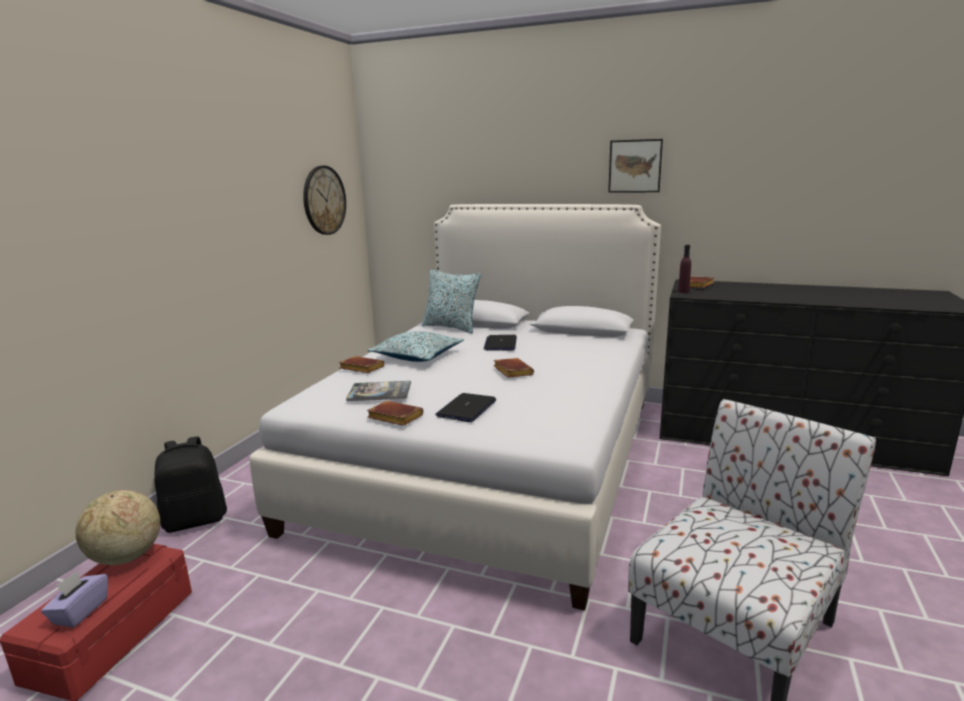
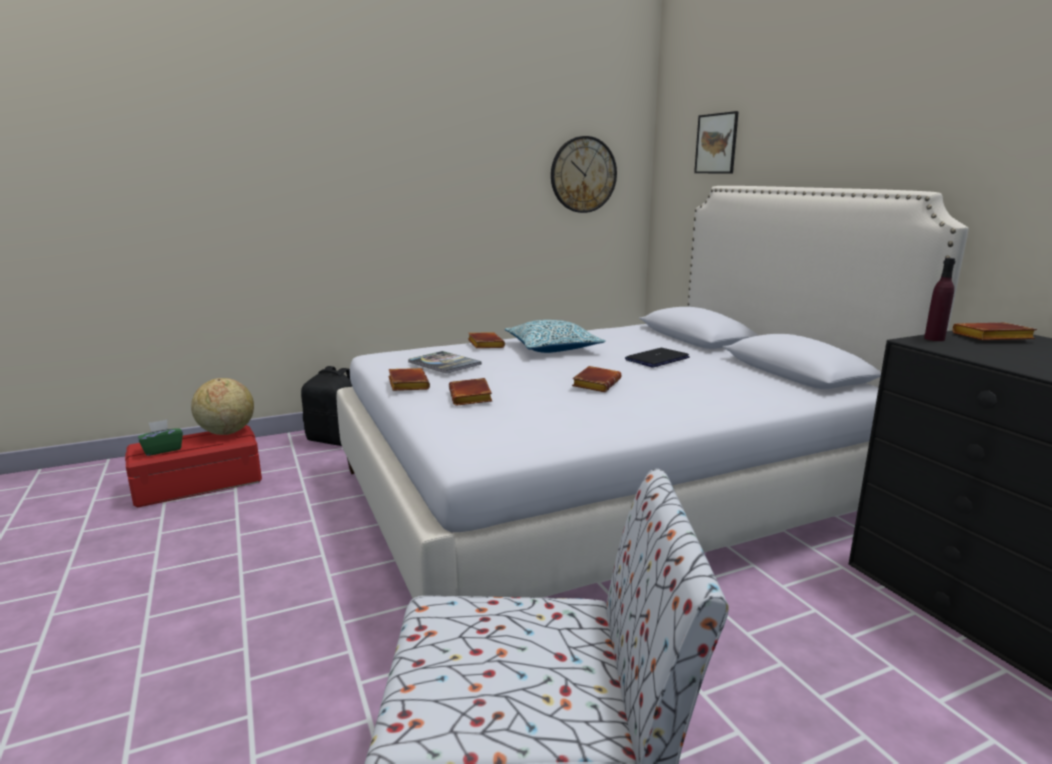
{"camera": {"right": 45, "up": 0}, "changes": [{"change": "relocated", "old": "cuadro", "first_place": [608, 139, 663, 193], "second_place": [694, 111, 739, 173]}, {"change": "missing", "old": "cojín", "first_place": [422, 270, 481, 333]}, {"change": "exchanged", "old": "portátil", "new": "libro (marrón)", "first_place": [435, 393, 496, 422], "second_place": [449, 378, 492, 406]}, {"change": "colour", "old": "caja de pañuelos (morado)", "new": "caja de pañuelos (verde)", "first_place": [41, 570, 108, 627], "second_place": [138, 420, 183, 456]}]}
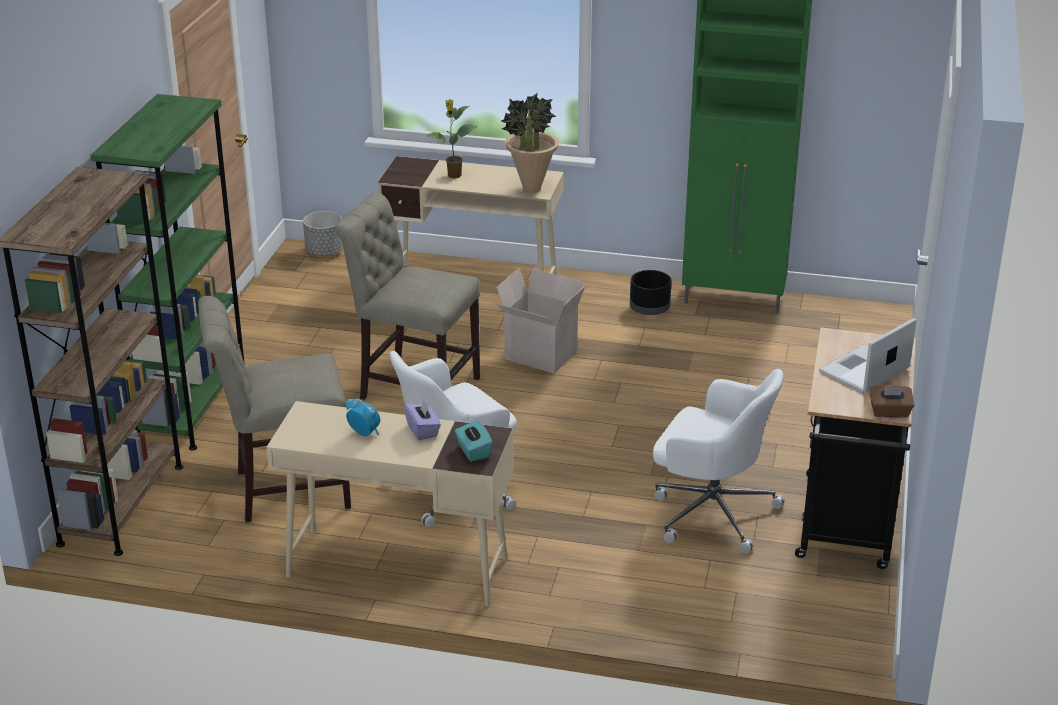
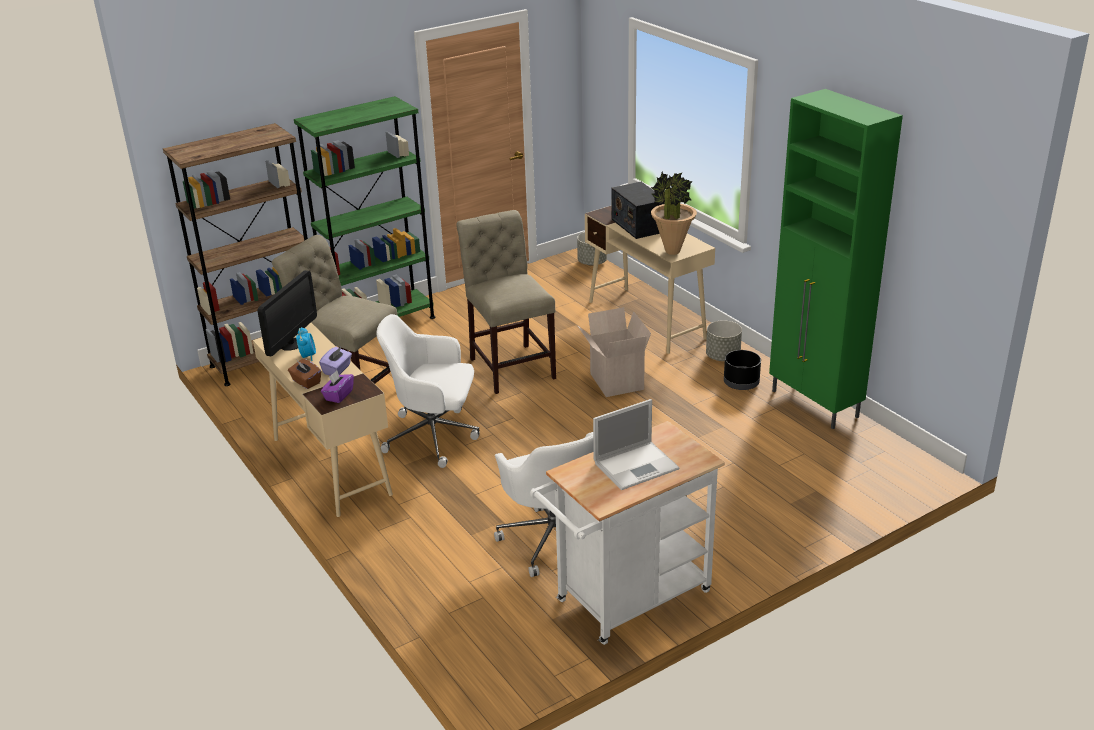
{"camera": {"right": 45, "up": 0}, "changes": [{"change": "exchanged", "old": "planta en maceta", "new": "radio", "first_place": [426, 99, 478, 178], "second_place": [612, 182, 665, 239]}, {"change": "spun", "old": "portátil", "first_place": [819, 318, 916, 394], "second_place": [593, 399, 679, 490], "degrees": 150}, {"change": "colour", "old": "carrito (negro)", "new": "carrito (blanco)", "first_place": [795, 327, 916, 569], "second_place": [530, 421, 725, 645]}, {"change": "relocated", "old": "caja de pañuelos (marrón)", "first_place": [869, 385, 914, 418], "second_place": [288, 359, 321, 389]}, {"change": "colour", "old": "caja de pañuelos (turquesa)", "new": "caja de pañuelos (morado)", "first_place": [455, 420, 493, 462], "second_place": [321, 370, 354, 403]}, {"change": "appeared", "new": "monitor", "second_place": [258, 270, 317, 356]}, {"change": "appeared", "new": "maceta (gris)", "second_place": [706, 320, 742, 361]}]}
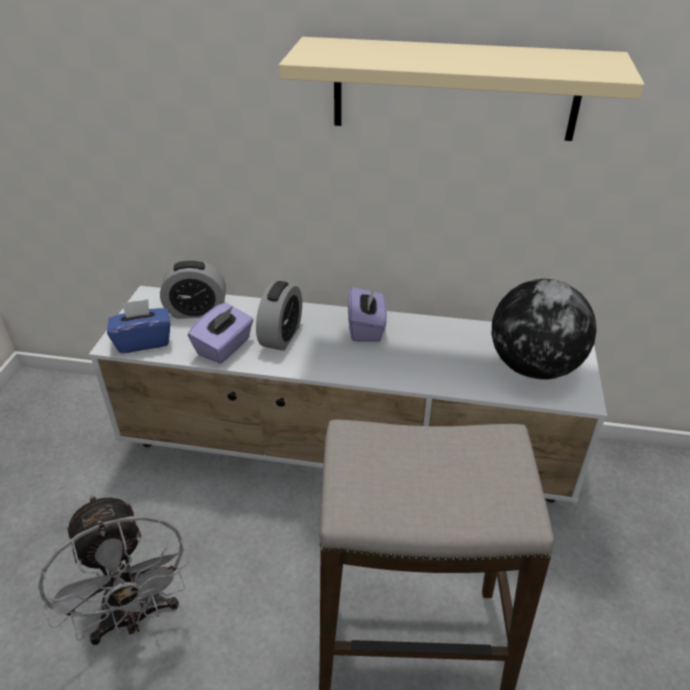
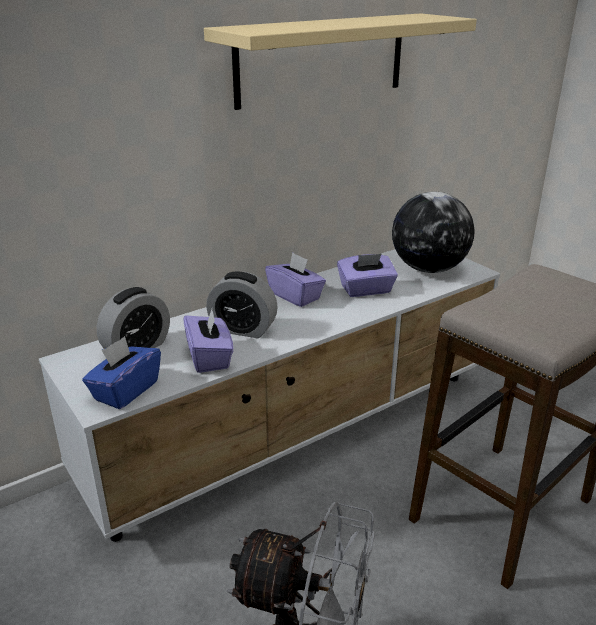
{"camera": {"right": -45, "up": -10}, "changes": [{"change": "spun", "old": "despertador", "first_place": [256, 281, 302, 351], "second_place": [206, 271, 278, 338], "degrees": 135}, {"change": "appeared", "new": "caja de pañuelos (morado)", "second_place": [337, 254, 398, 297]}]}
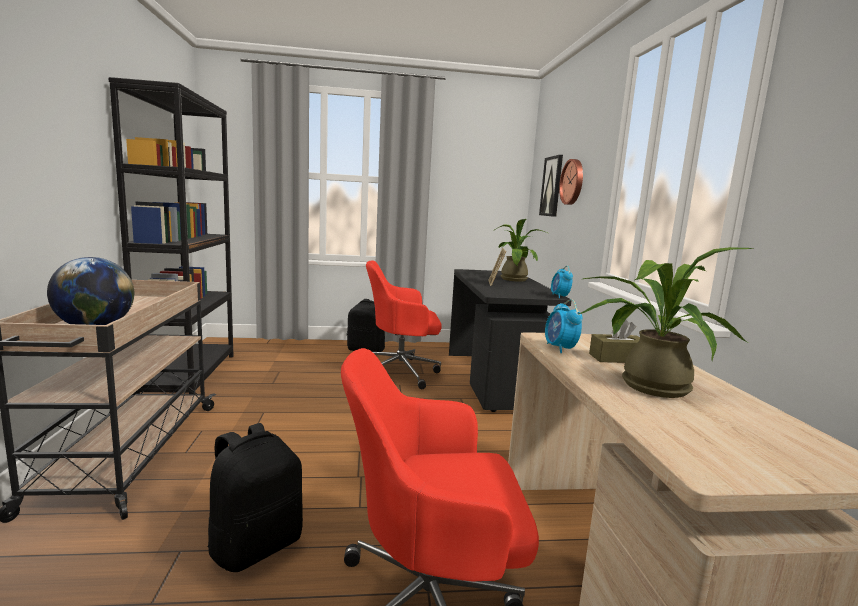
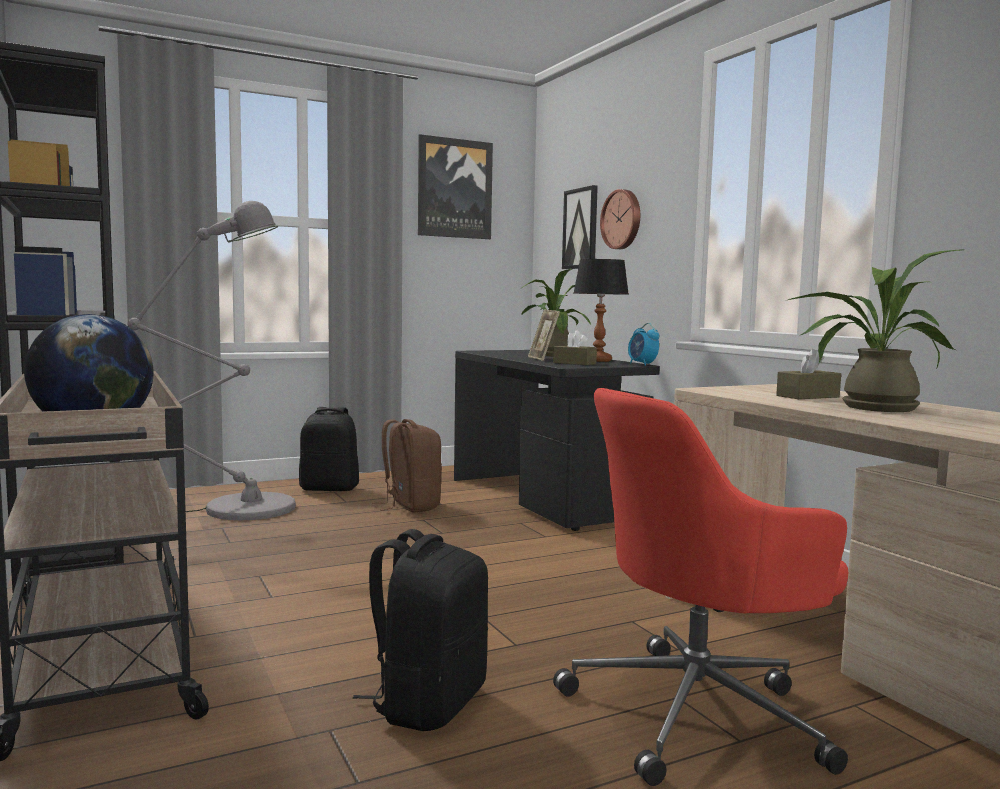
{"camera": {"right": -20, "up": -5}, "changes": [{"change": "exchanged", "old": "silla de oficina (rojo)", "new": "mochila (marrón)", "first_place": [366, 261, 442, 389], "second_place": [372, 419, 442, 513]}, {"change": "missing", "old": "despertador", "first_place": [545, 299, 583, 353]}, {"change": "appeared", "new": "cuadro", "second_place": [418, 134, 493, 239]}, {"change": "appeared", "new": "lámpara de pie (gris)", "second_place": [127, 201, 296, 520]}, {"change": "appeared", "new": "lámpara de mesa", "second_place": [574, 259, 628, 362]}, {"change": "appeared", "new": "caja de pañuelos (marrón)", "second_place": [553, 330, 597, 365]}]}
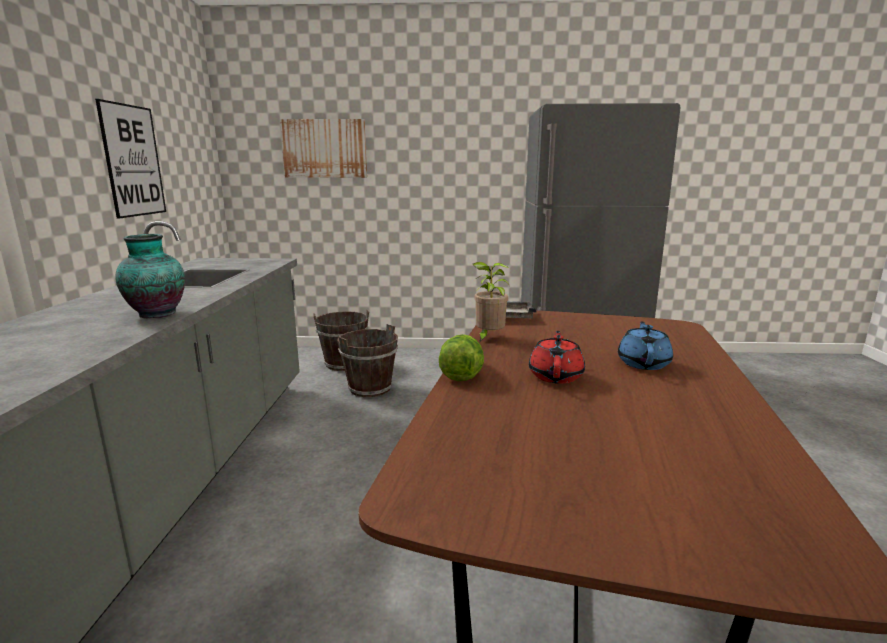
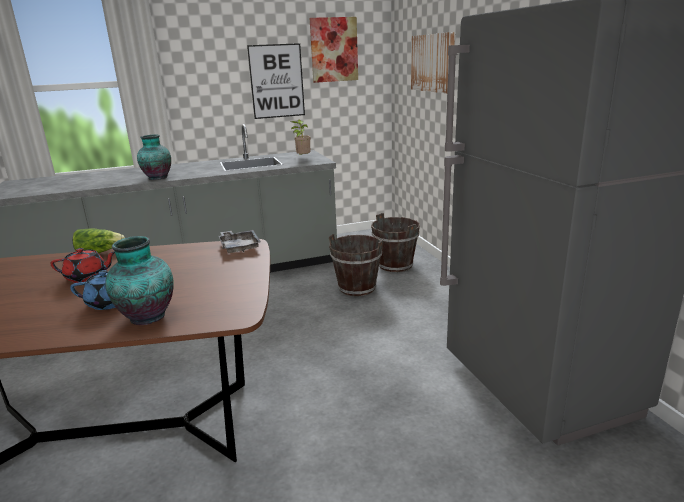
{"camera": {"right": 70, "up": 5}, "changes": [{"change": "relocated", "old": "planta en maceta", "first_place": [473, 262, 509, 342], "second_place": [291, 120, 311, 158]}, {"change": "appeared", "new": "cuadro", "second_place": [310, 17, 358, 83]}, {"change": "appeared", "new": "florero", "second_place": [105, 236, 174, 325]}]}
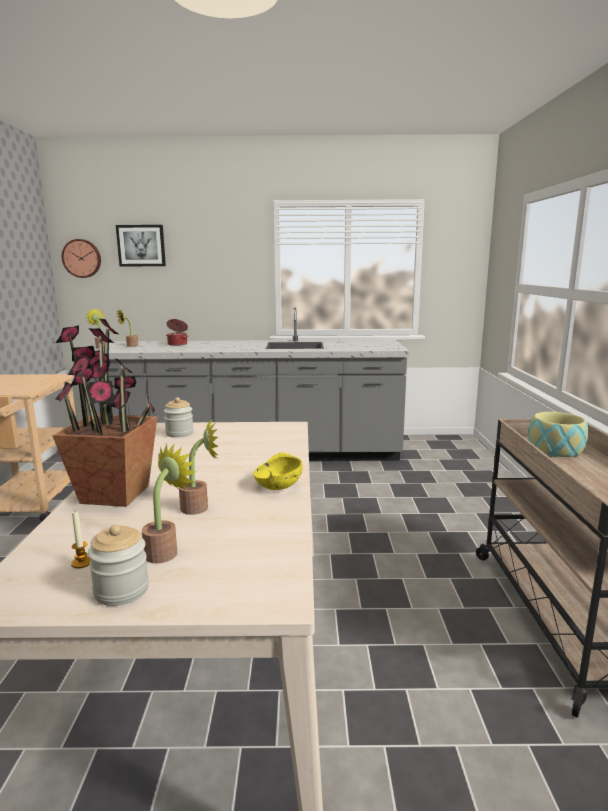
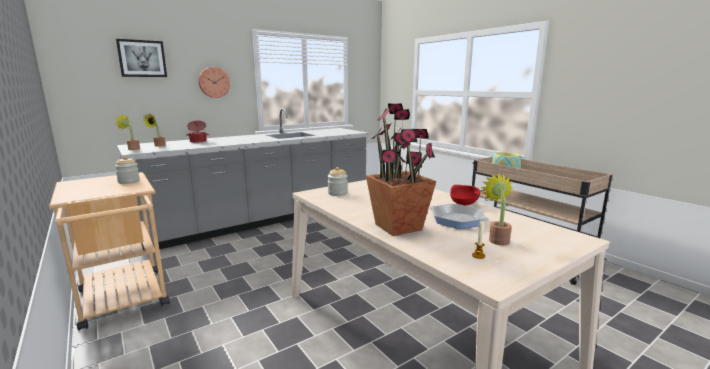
{"camera": {"right": -35, "up": 0}, "changes": [{"change": "relocated", "old": "reloj de pared", "first_place": [62, 239, 101, 278], "second_place": [199, 67, 230, 98]}, {"change": "exchanged", "old": "planta en maceta", "new": "sartén", "first_place": [179, 420, 219, 515], "second_place": [429, 204, 489, 229]}, {"change": "colour", "old": "cuenco (amarillo)", "new": "cuenco (rojo)", "first_place": [253, 453, 302, 490], "second_place": [450, 185, 480, 206]}, {"change": "relocated", "old": "tarro", "first_place": [88, 525, 149, 606], "second_place": [115, 156, 140, 184]}]}
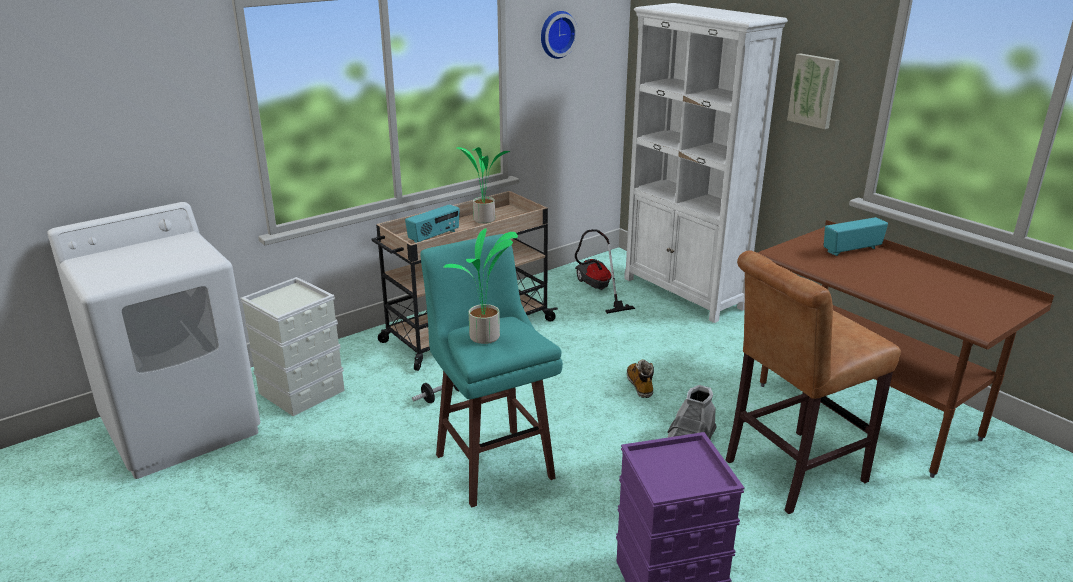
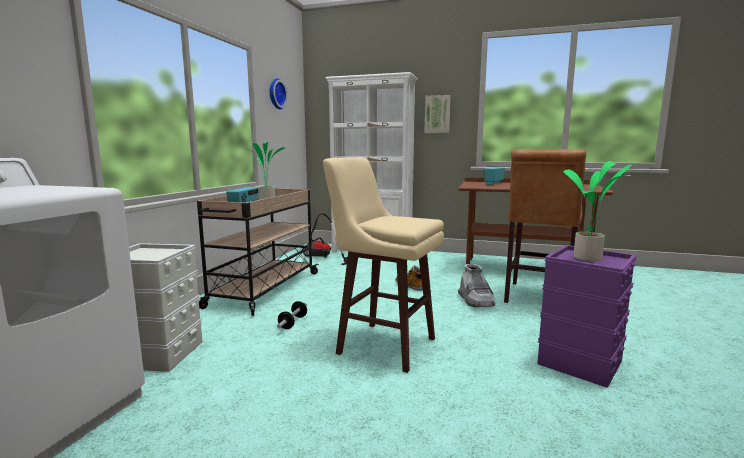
{"camera": {"right": -35, "up": -15}, "changes": [{"change": "relocated", "old": "planta en maceta", "first_place": [443, 228, 518, 344], "second_place": [564, 161, 632, 262]}, {"change": "colour", "old": "taburete (turquesa)", "new": "taburete (beis)", "first_place": [420, 234, 563, 507], "second_place": [323, 157, 444, 373]}]}
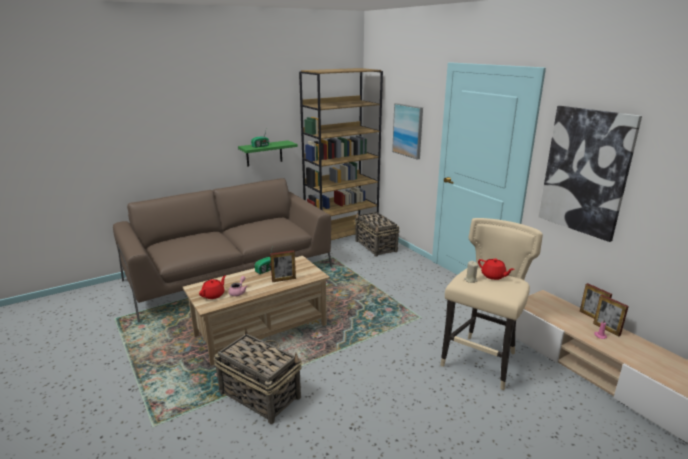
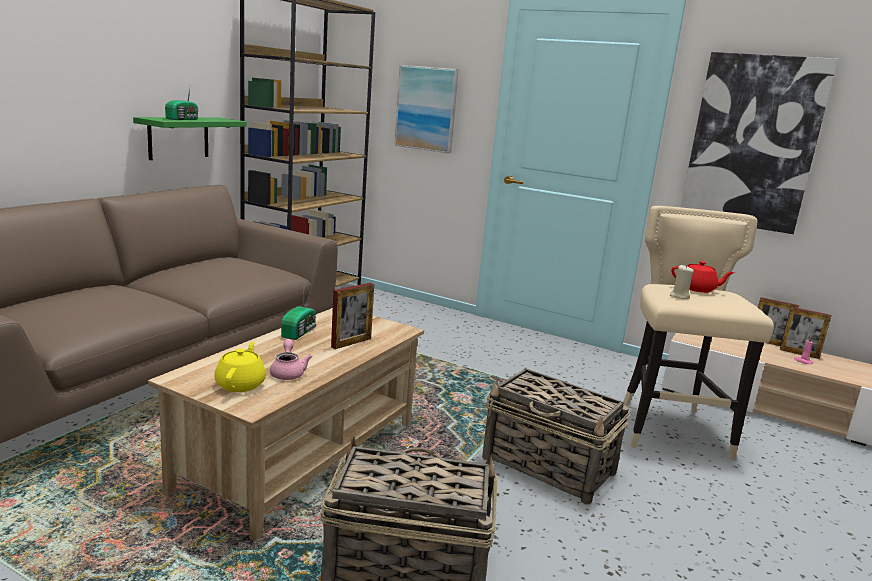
{"camera": {"right": -30, "up": -5}, "changes": [{"change": "relocated", "old": "cesta", "first_place": [354, 212, 400, 257], "second_place": [482, 368, 630, 505]}, {"change": "colour", "old": "tetera (rojo)", "new": "tetera (amarillo)", "first_place": [199, 275, 226, 299], "second_place": [214, 342, 266, 392]}]}
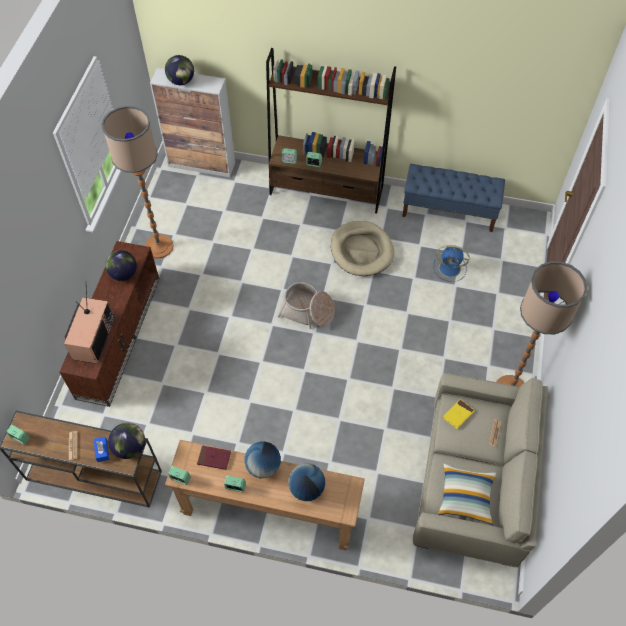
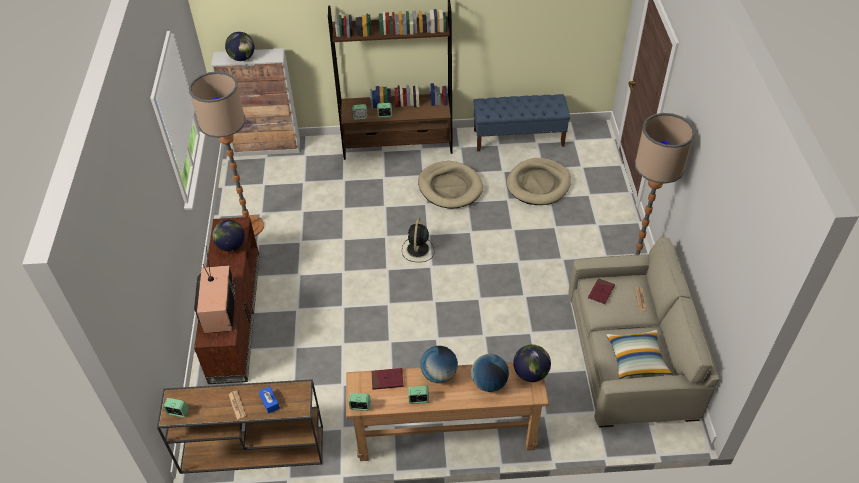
{"camera": {"right": -15, "up": -10}, "changes": [{"change": "exchanged", "old": "ventilador (azul)", "new": "cama para perro (beis)", "first_place": [434, 245, 469, 282], "second_place": [507, 158, 571, 205]}, {"change": "exchanged", "old": "cesta", "new": "ventilador (negro)", "first_place": [278, 282, 335, 329], "second_place": [402, 218, 435, 262]}, {"change": "colour", "old": "libro (amarillo)", "new": "libro (rojo)", "first_place": [443, 399, 474, 429], "second_place": [588, 278, 615, 304]}, {"change": "relocated", "old": "globo terráqueo", "first_place": [108, 423, 145, 459], "second_place": [513, 344, 551, 382]}]}
